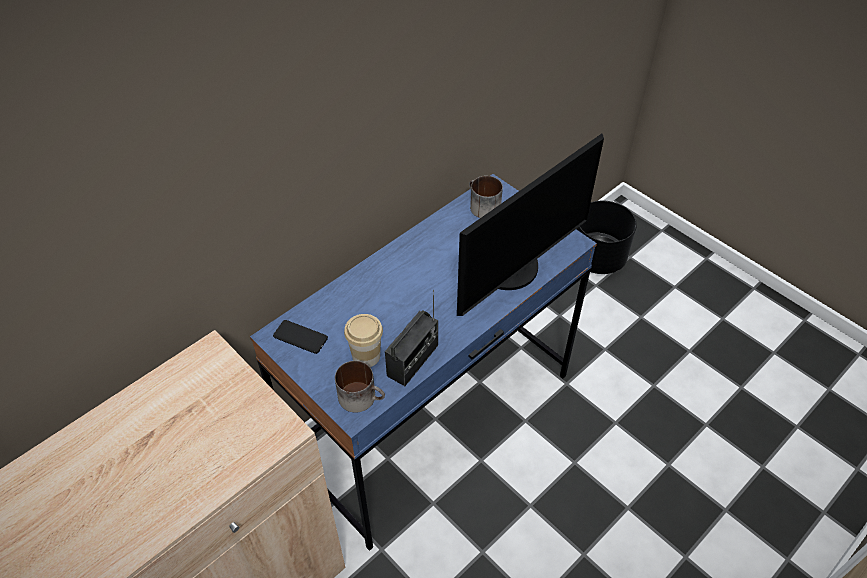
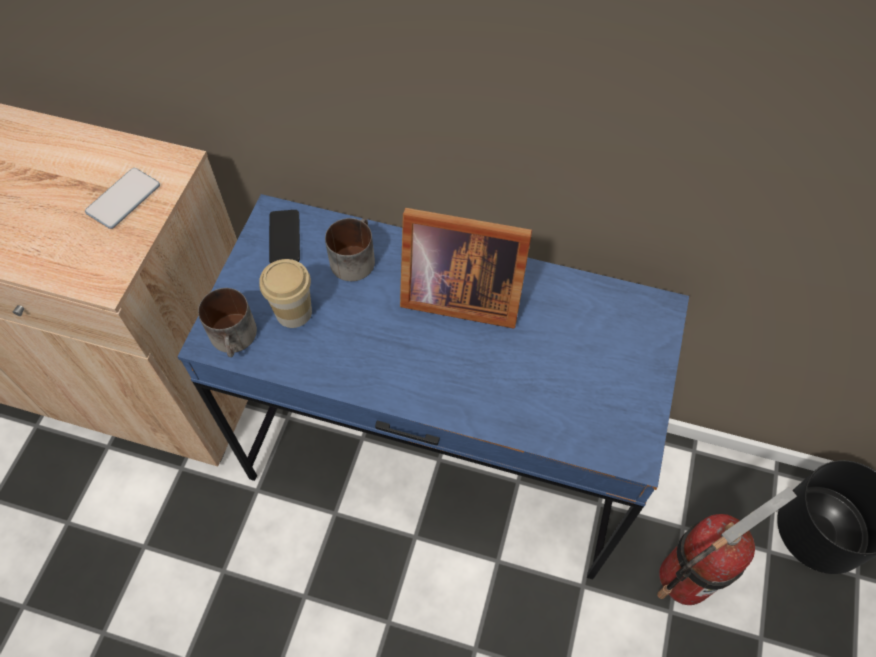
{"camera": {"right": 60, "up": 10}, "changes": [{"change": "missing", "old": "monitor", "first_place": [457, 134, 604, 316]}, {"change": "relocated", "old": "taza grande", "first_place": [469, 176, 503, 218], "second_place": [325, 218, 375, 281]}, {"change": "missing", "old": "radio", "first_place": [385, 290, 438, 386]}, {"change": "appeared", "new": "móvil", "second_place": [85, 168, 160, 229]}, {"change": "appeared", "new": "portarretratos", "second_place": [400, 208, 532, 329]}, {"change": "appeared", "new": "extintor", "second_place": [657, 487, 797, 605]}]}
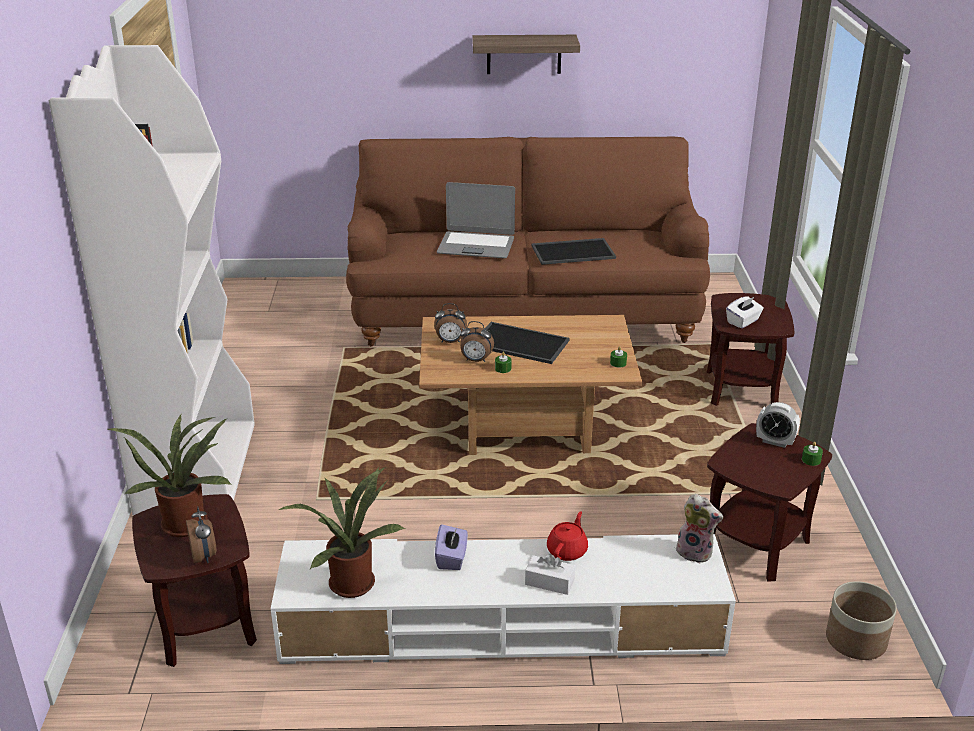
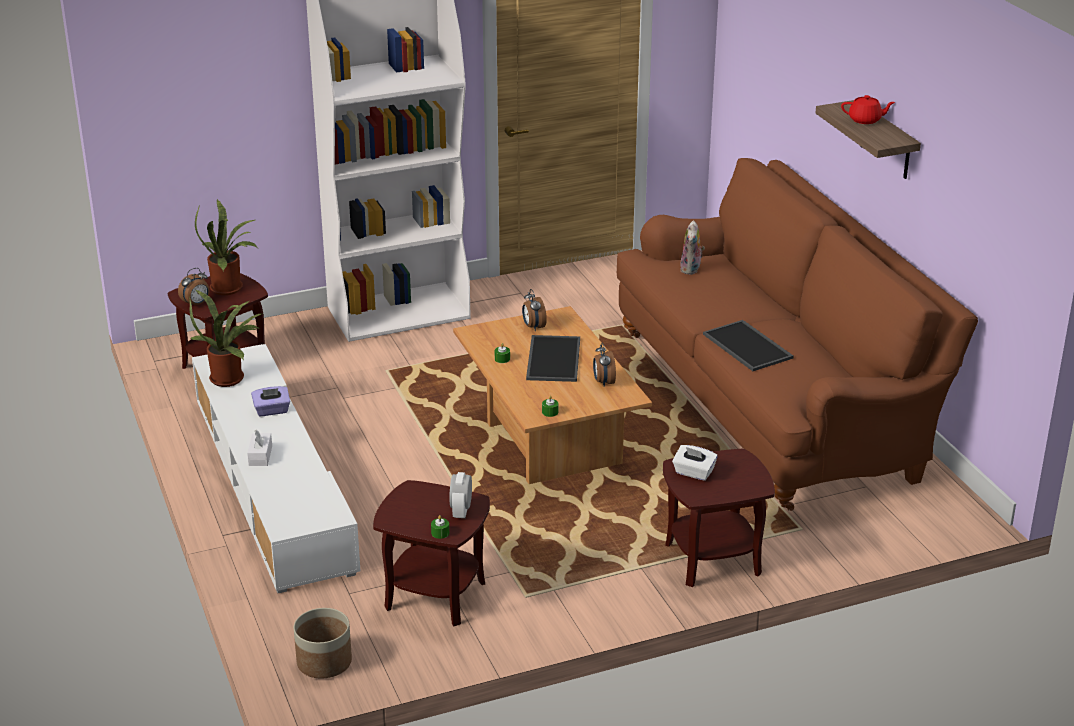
{"camera": {"right": 70, "up": 0}, "changes": [{"change": "missing", "old": "portátil", "first_place": [437, 182, 515, 258]}, {"change": "relocated", "old": "despertador", "first_place": [460, 321, 494, 362], "second_place": [593, 342, 616, 387]}, {"change": "relocated", "old": "peluche", "first_place": [676, 494, 723, 564], "second_place": [680, 220, 705, 275]}, {"change": "relocated", "old": "tetera (rojo)", "first_place": [547, 511, 588, 561], "second_place": [841, 95, 895, 124]}]}
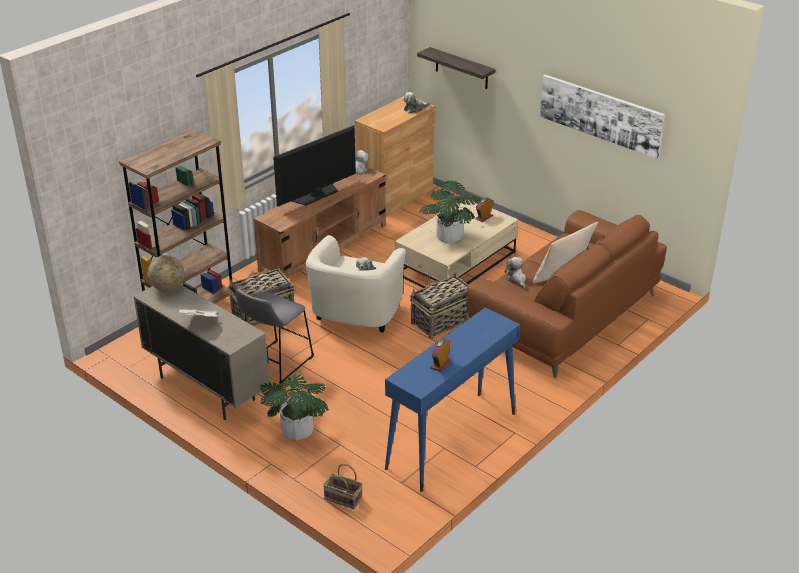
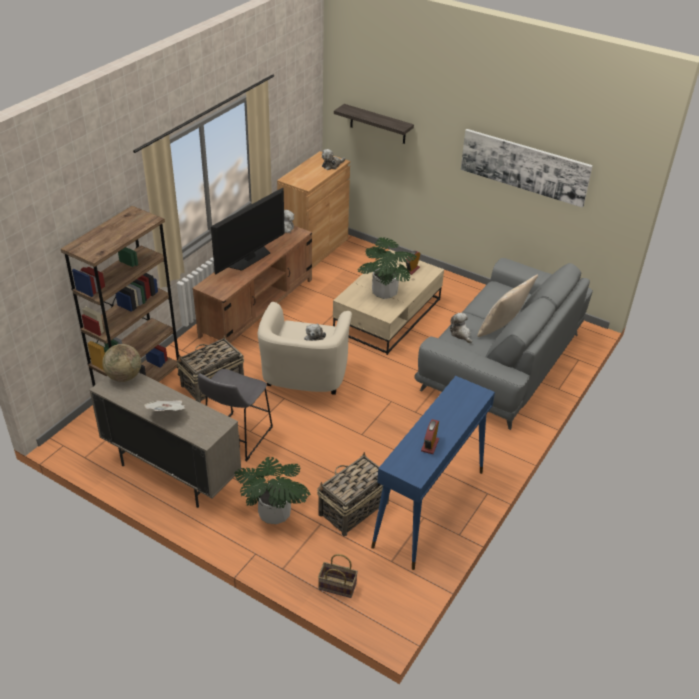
{"camera": {"right": -10, "up": 5}, "changes": [{"change": "colour", "old": "sofá (marrón)", "new": "sofá (gris)", "first_place": [464, 210, 667, 378], "second_place": [414, 258, 593, 430]}, {"change": "relocated", "old": "cesta", "first_place": [410, 273, 469, 339], "second_place": [317, 452, 389, 536]}]}
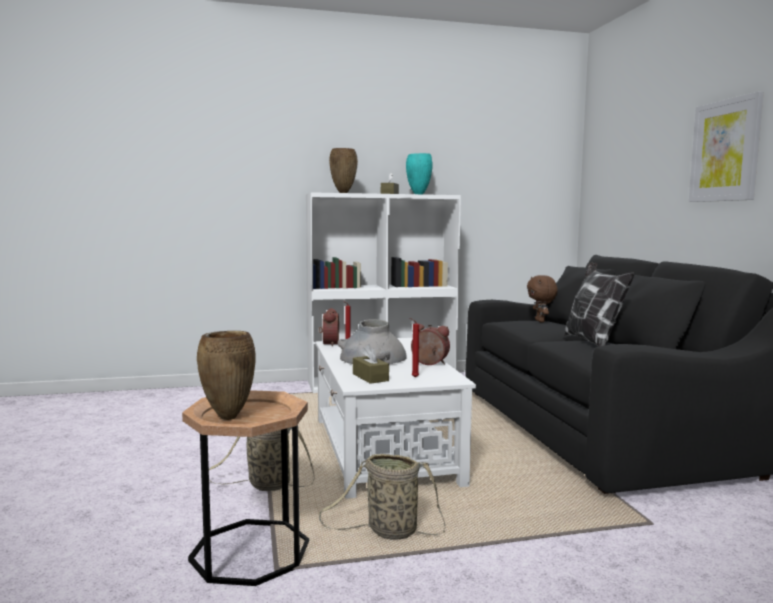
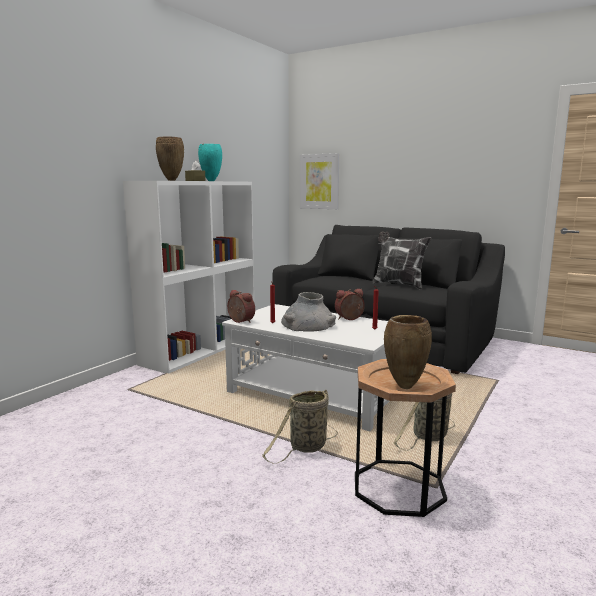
{"camera": {"right": -45, "up": 5}, "changes": [{"change": "relocated", "old": "cuadro", "first_place": [689, 91, 764, 202], "second_place": [300, 153, 339, 209]}, {"change": "missing", "old": "peluche (marrón)", "first_place": [527, 275, 558, 322]}, {"change": "missing", "old": "caja de pañuelos (marrón)", "first_place": [353, 344, 389, 384]}]}
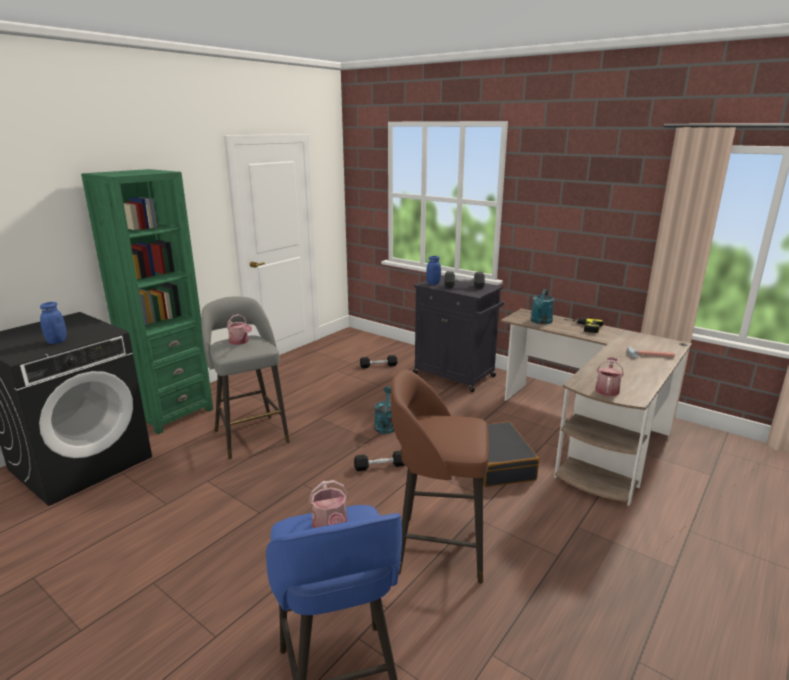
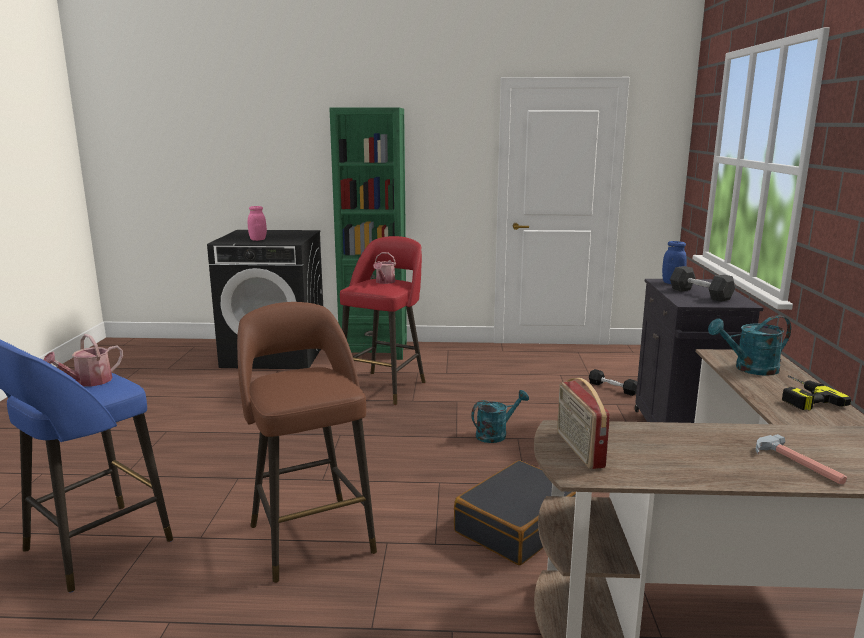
{"camera": {"right": 55, "up": -5}, "changes": [{"change": "colour", "old": "taburete (gris)", "new": "taburete (rojo)", "first_place": [201, 296, 290, 459], "second_place": [340, 236, 425, 405]}, {"change": "colour", "old": "tarro (azul)", "new": "tarro (rosa)", "first_place": [40, 302, 66, 344], "second_place": [248, 206, 267, 241]}, {"change": "exchanged", "old": "regadera", "new": "radio", "first_place": [595, 357, 624, 396], "second_place": [557, 378, 610, 469]}, {"change": "missing", "old": "mancuerna (negro)", "first_place": [354, 451, 405, 471]}]}
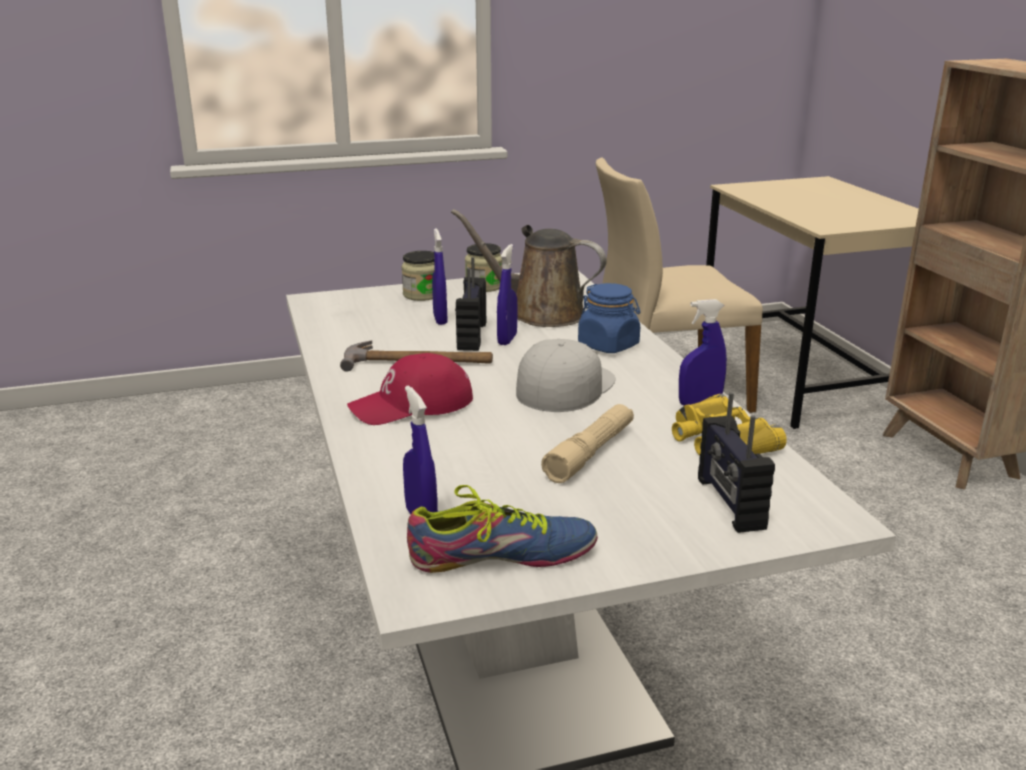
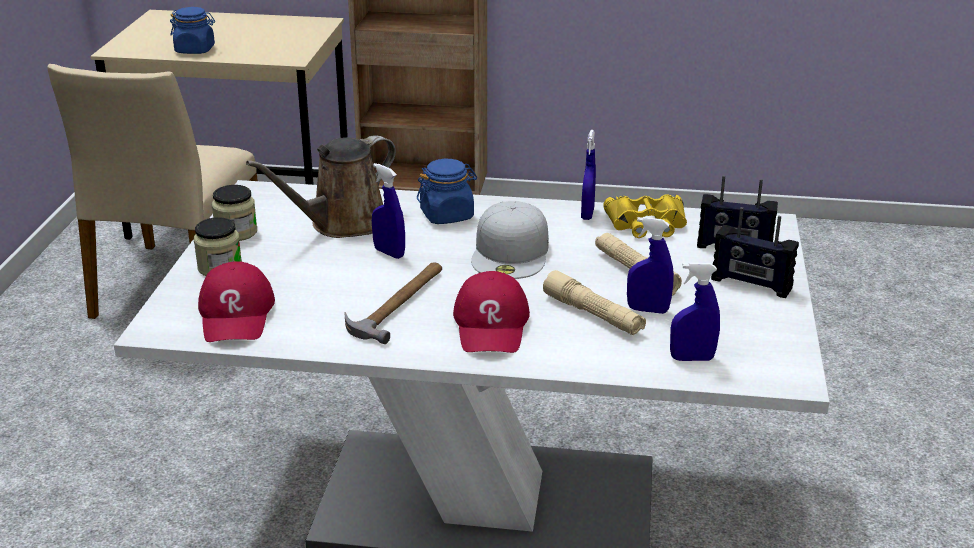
{"camera": {"right": -65, "up": 5}, "changes": [{"change": "relocated", "old": "pulverizador (azul)", "first_place": [432, 228, 448, 325], "second_place": [627, 217, 674, 314]}, {"change": "relocated", "old": "radio", "first_place": [455, 257, 486, 351], "second_place": [711, 207, 799, 298]}, {"change": "spun", "old": "gorra (blanco)", "first_place": [516, 339, 615, 412], "second_place": [471, 201, 549, 279], "degrees": -135}, {"change": "missing", "old": "zapato", "first_place": [407, 485, 598, 573]}, {"change": "appeared", "new": "tarro (azul)", "second_place": [170, 7, 215, 54]}, {"change": "appeared", "new": "gorra (rojo)", "second_place": [198, 261, 275, 342]}, {"change": "appeared", "new": "linterna (beis)", "second_place": [543, 270, 646, 335]}]}
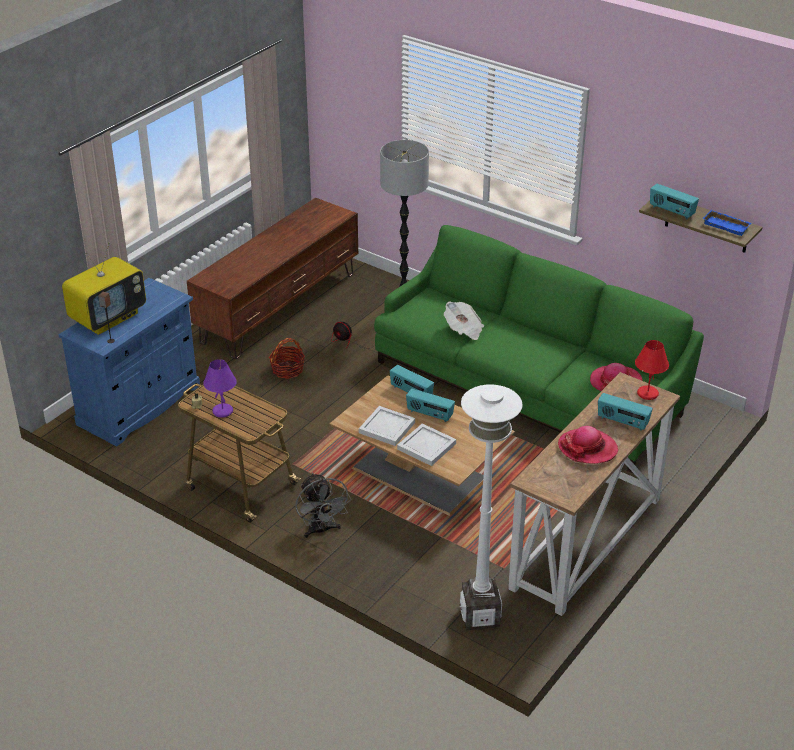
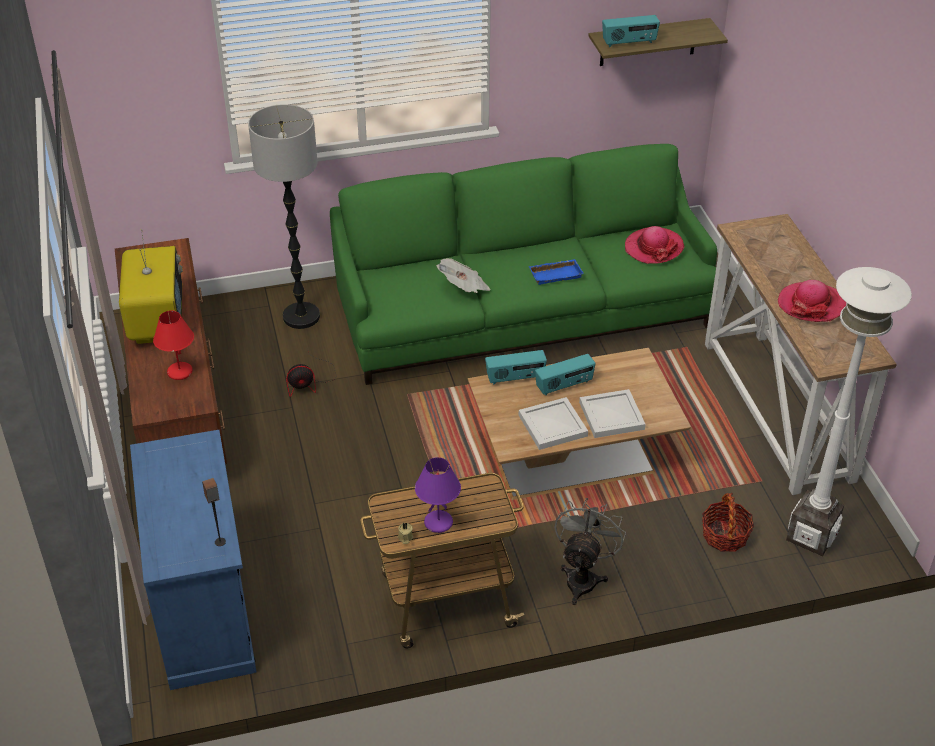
{"camera": {"right": -50, "up": 5}, "changes": [{"change": "relocated", "old": "bandeja (azul)", "first_place": [702, 210, 752, 236], "second_place": [529, 259, 584, 285]}, {"change": "relocated", "old": "televisor", "first_place": [62, 243, 146, 335], "second_place": [119, 229, 183, 344]}, {"change": "relocated", "old": "cesta", "first_place": [269, 338, 305, 379], "second_place": [702, 493, 754, 552]}, {"change": "relocated", "old": "lámpara de mesa (rojo)", "first_place": [635, 340, 669, 400], "second_place": [153, 311, 194, 380]}, {"change": "missing", "old": "radio", "first_place": [598, 393, 653, 431]}, {"change": "spun", "old": "ventilador (gris)", "first_place": [295, 473, 351, 538], "second_place": [554, 498, 626, 605], "degrees": -90}]}
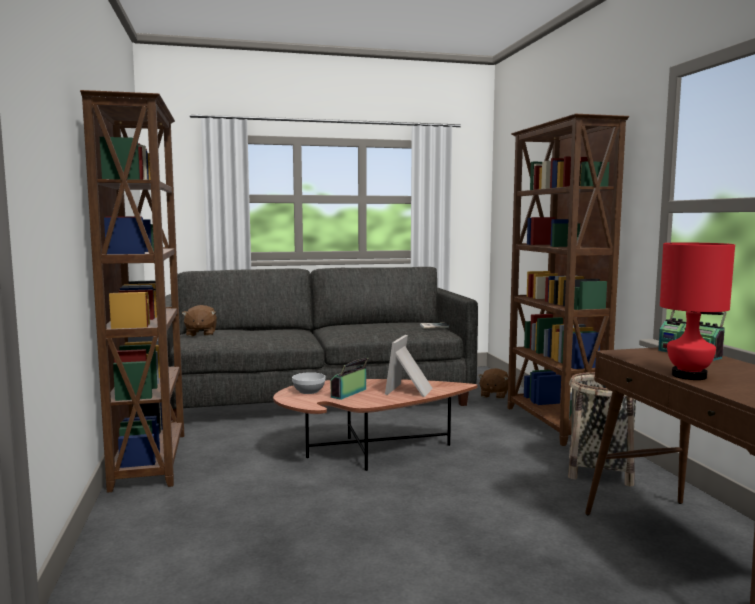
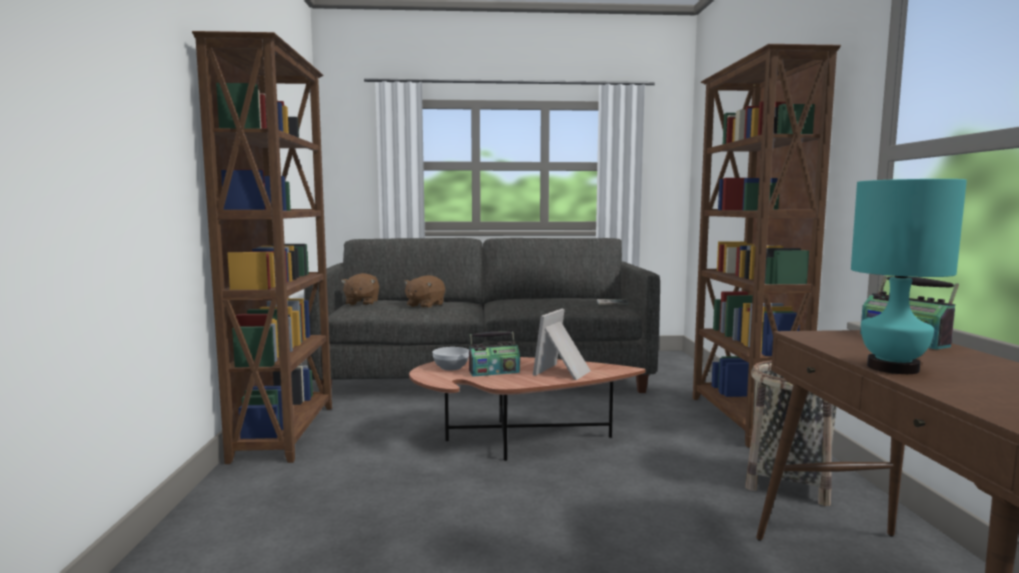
{"camera": {"right": 10, "up": 0}, "changes": [{"change": "colour", "old": "lámpara de mesa (rojo)", "new": "lámpara de mesa (turquesa)", "first_place": [660, 242, 735, 380], "second_place": [851, 179, 967, 374]}, {"change": "spun", "old": "radio", "first_place": [331, 357, 369, 400], "second_place": [469, 331, 520, 377], "degrees": -150}, {"change": "relocated", "old": "peluche (marrón)", "first_place": [478, 368, 508, 399], "second_place": [404, 275, 445, 308]}]}
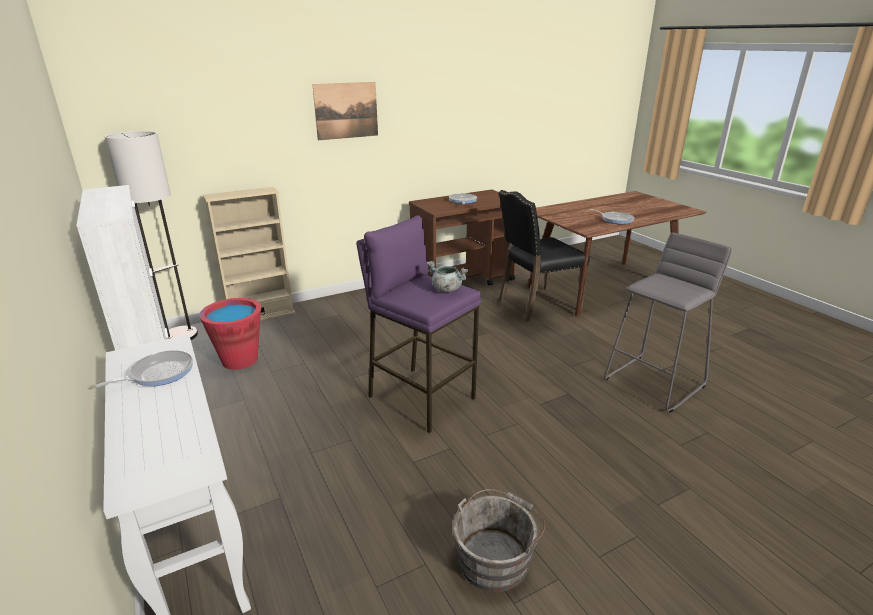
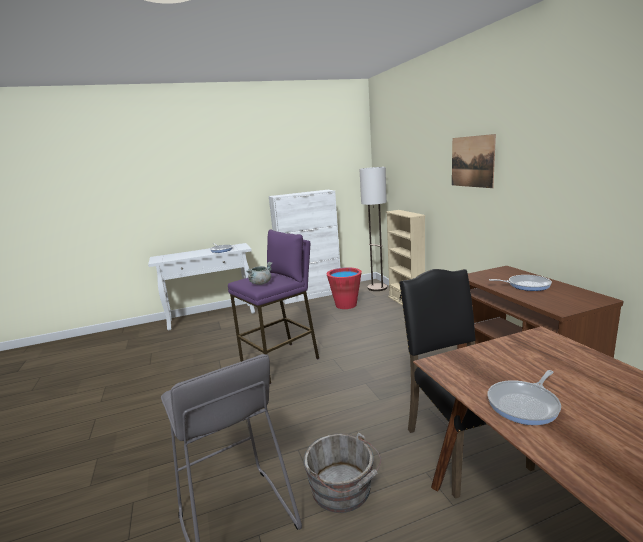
{"camera": {"right": 100, "up": -10}, "changes": [{"change": "relocated", "old": "cubo (gris)", "first_place": [452, 489, 545, 592], "second_place": [304, 432, 381, 513]}]}
